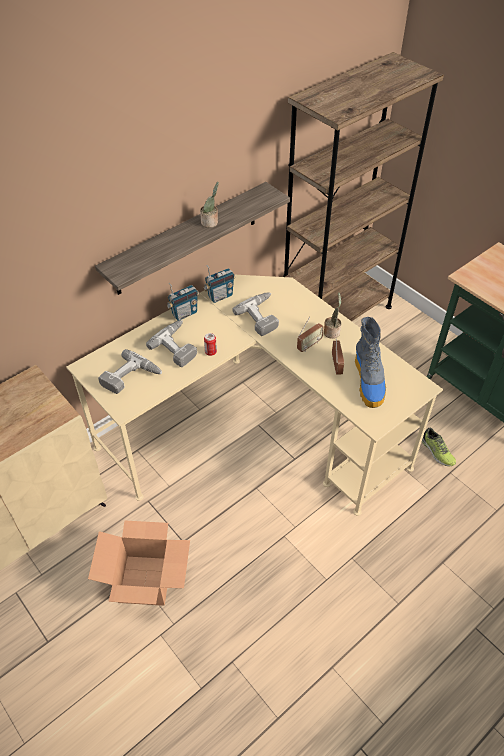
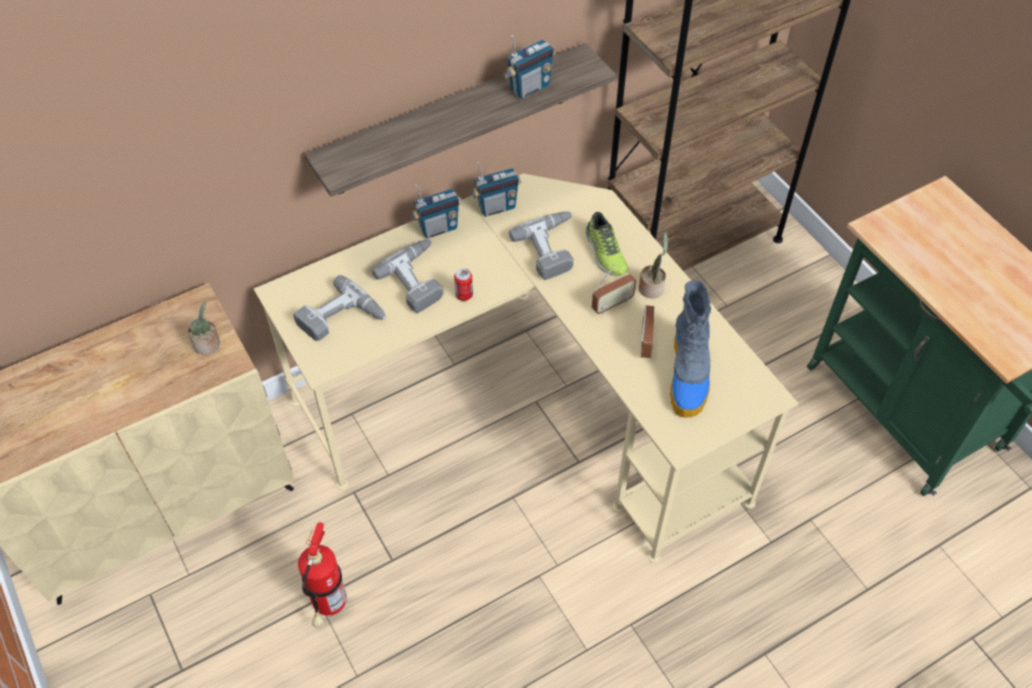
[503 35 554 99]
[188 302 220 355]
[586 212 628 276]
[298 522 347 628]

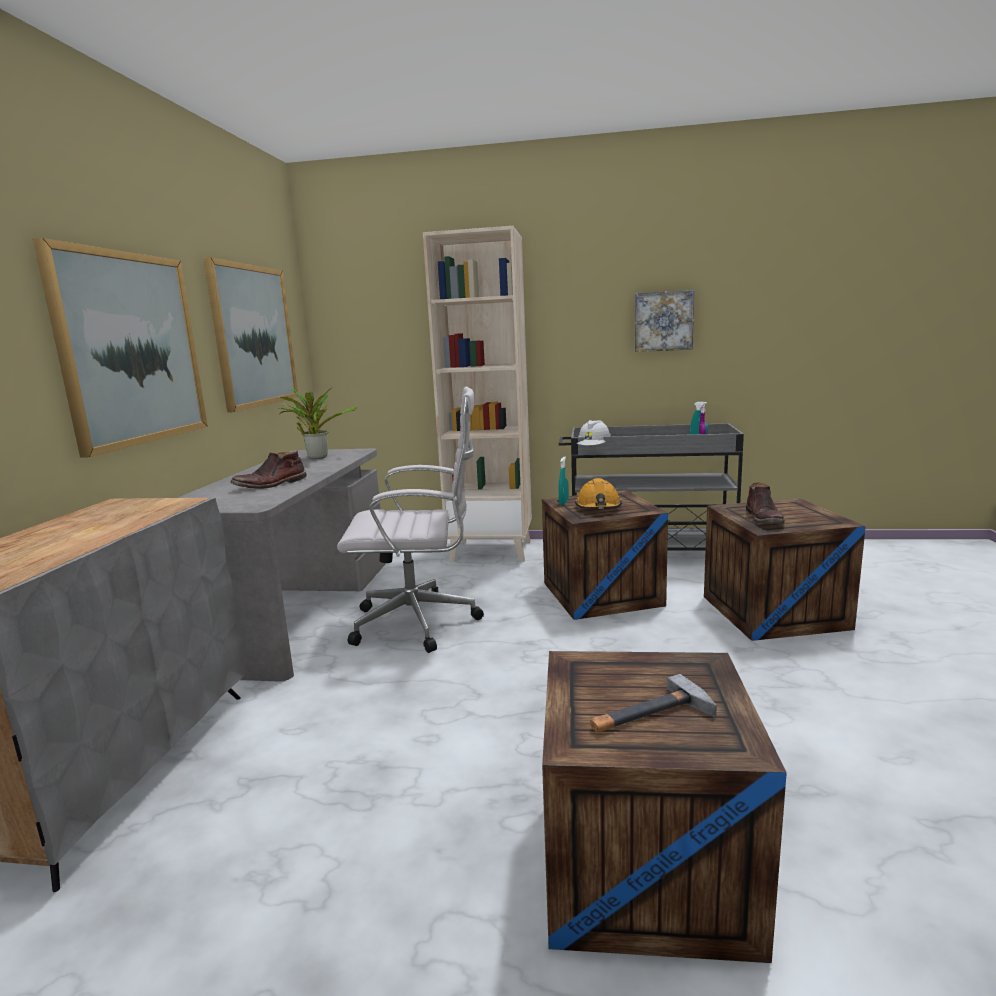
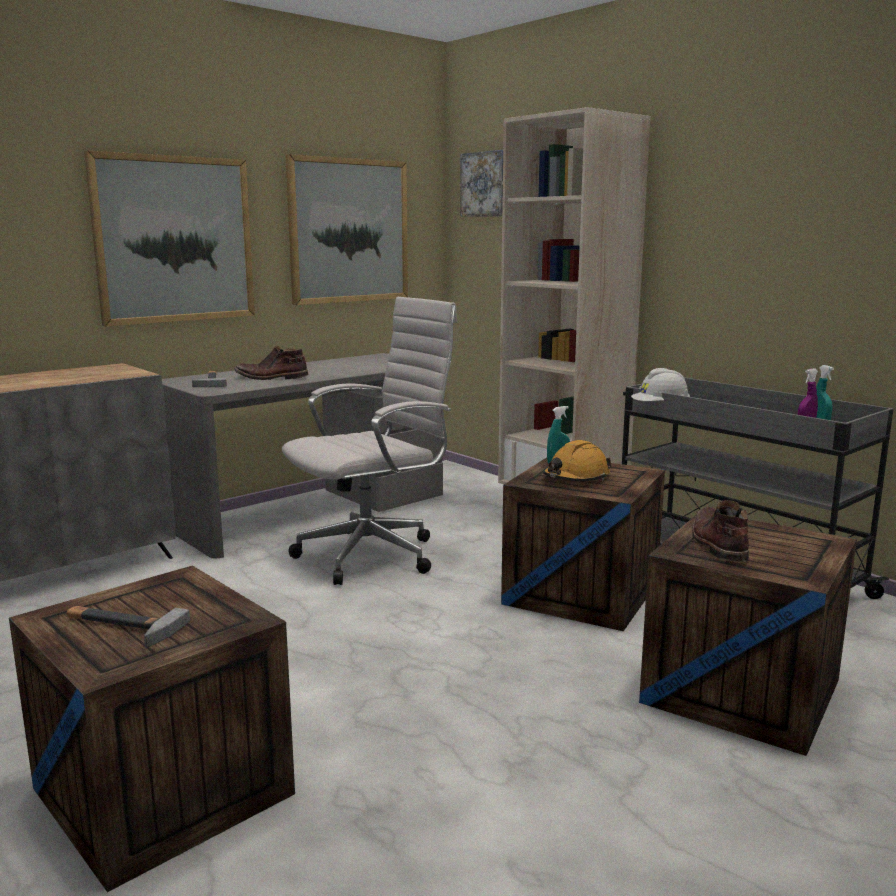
[278 387 357 459] (first image)
[192 371 227 387]
[460 150 503 217]
[282 297 458 585]
[692 500 749 562]

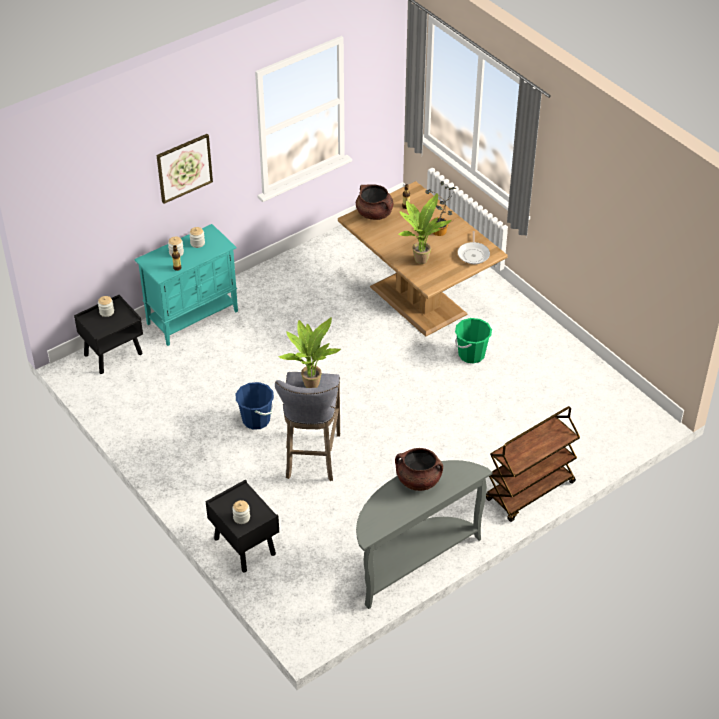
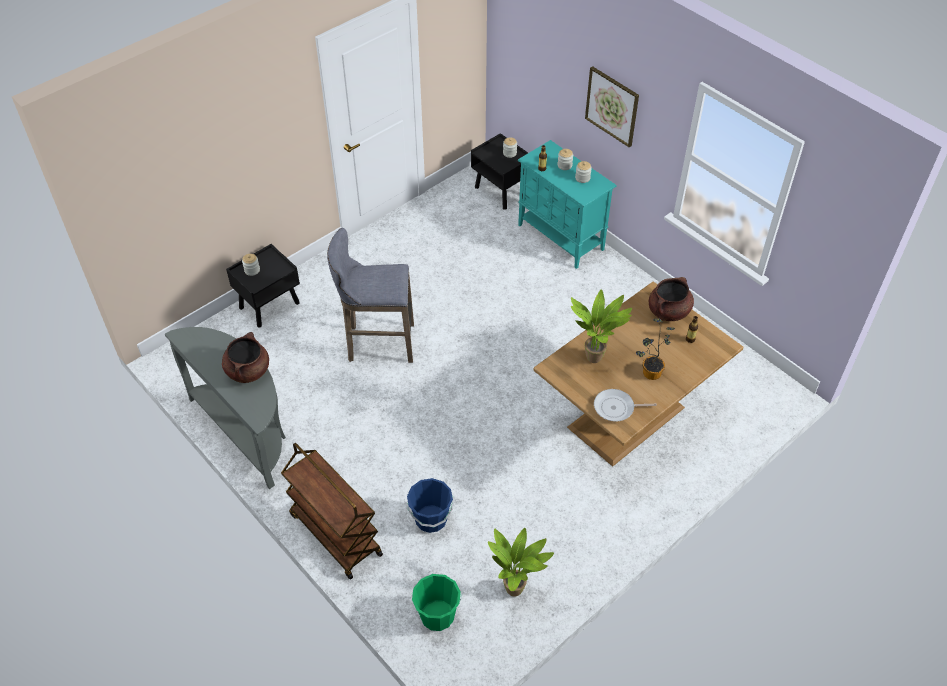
[407 478 454 533]
[488 528 554 596]
[412 574 462 631]

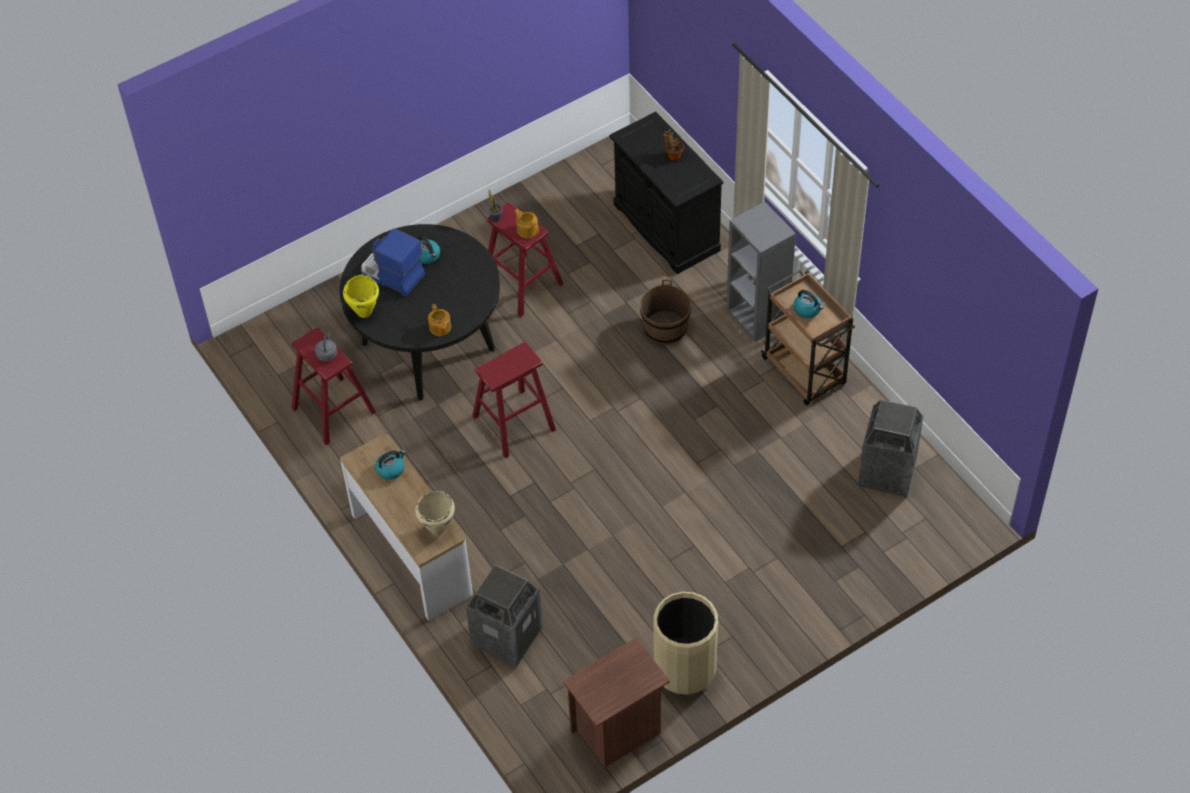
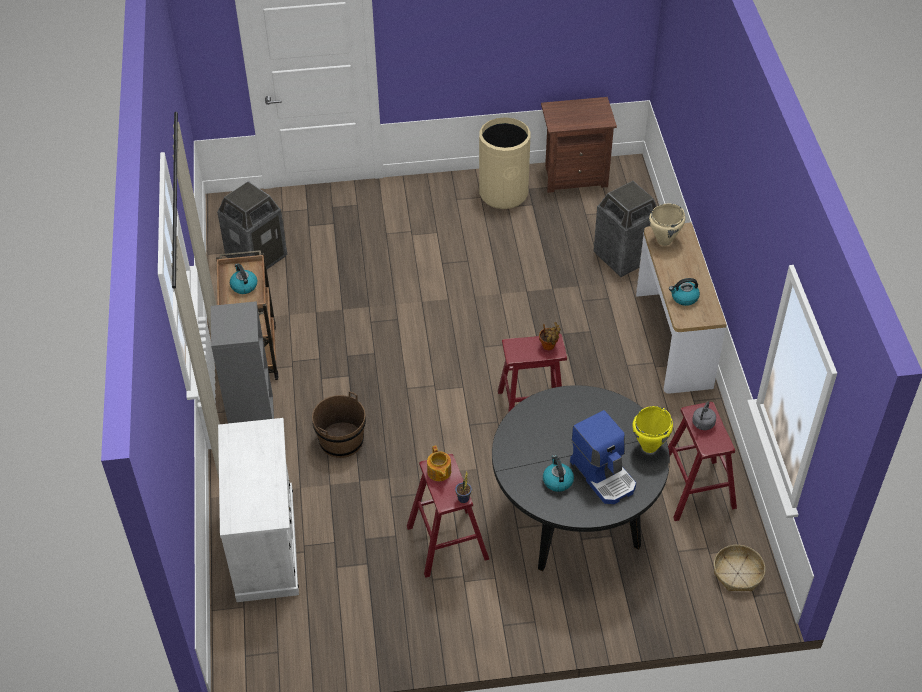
[428 304 451 336] (first image)
[714 545 766 591]
[539 322 561 350]
[218 418 299 602]

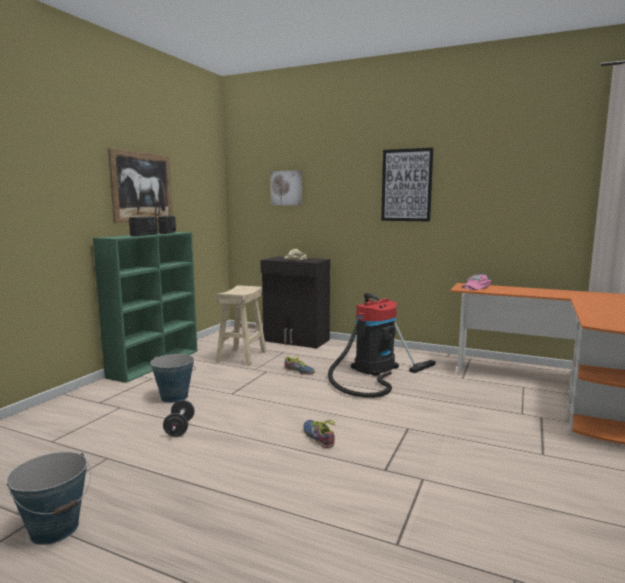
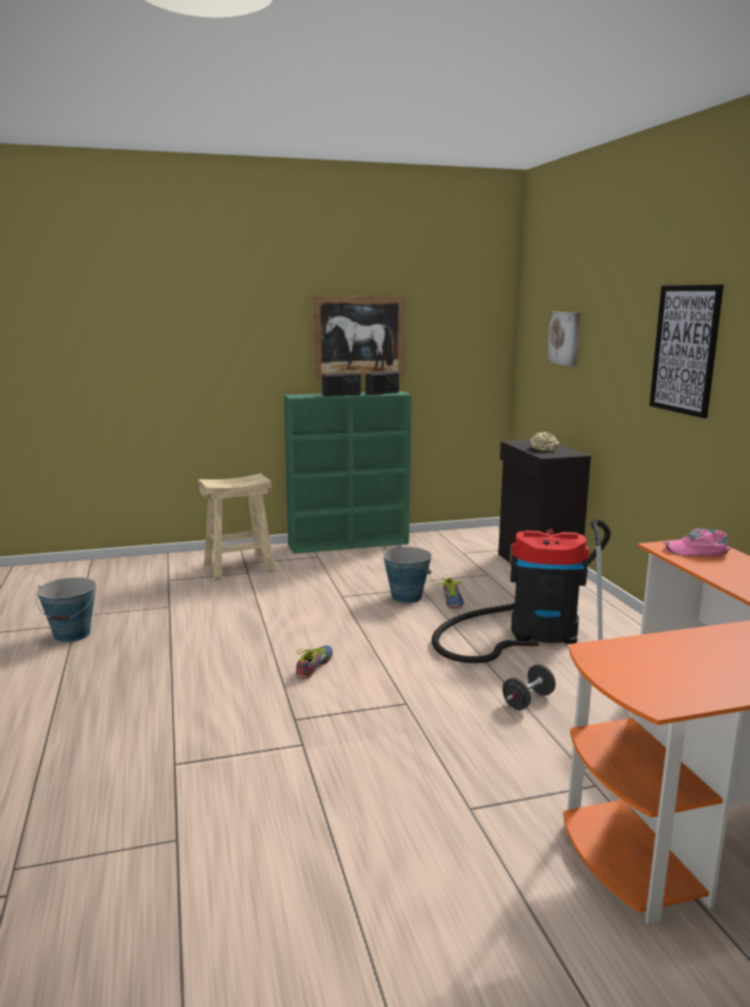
[383 545 432 603]
[502 664 556 710]
[198 473 275 581]

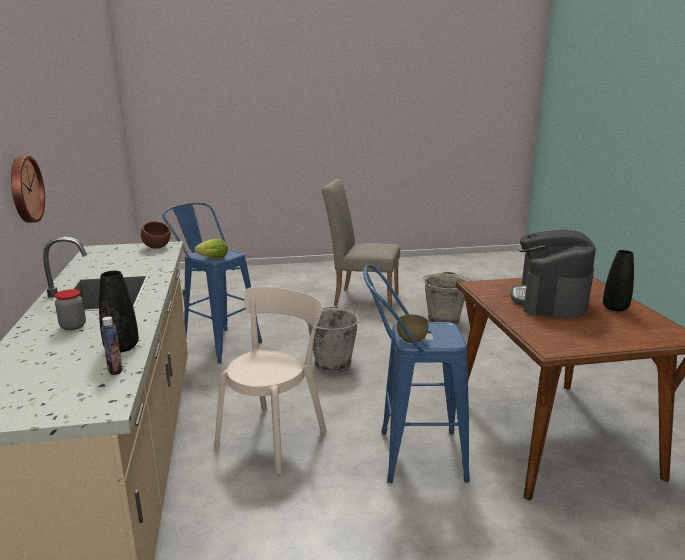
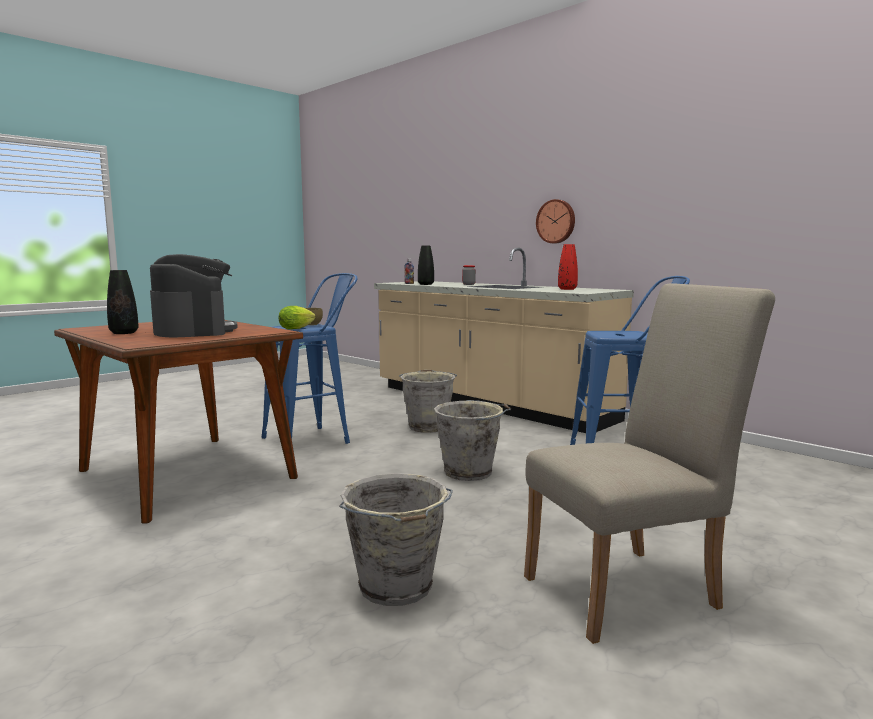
[141 222 171 249] (first image)
[558 244 578 290]
[279 306 316 330]
[399 370 457 433]

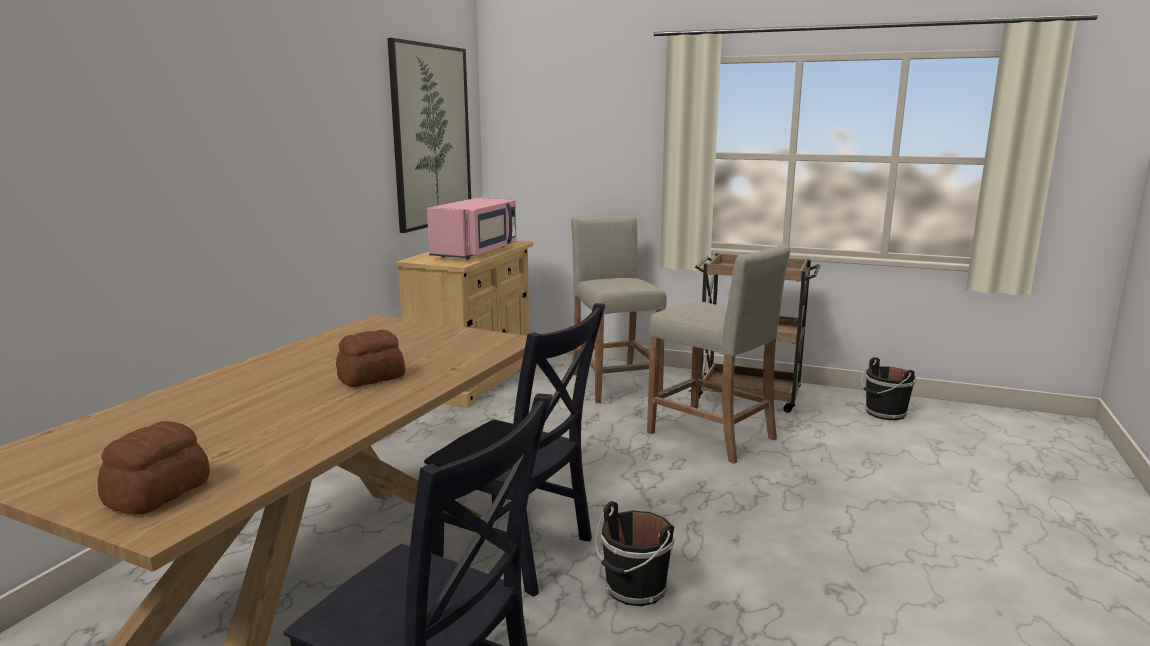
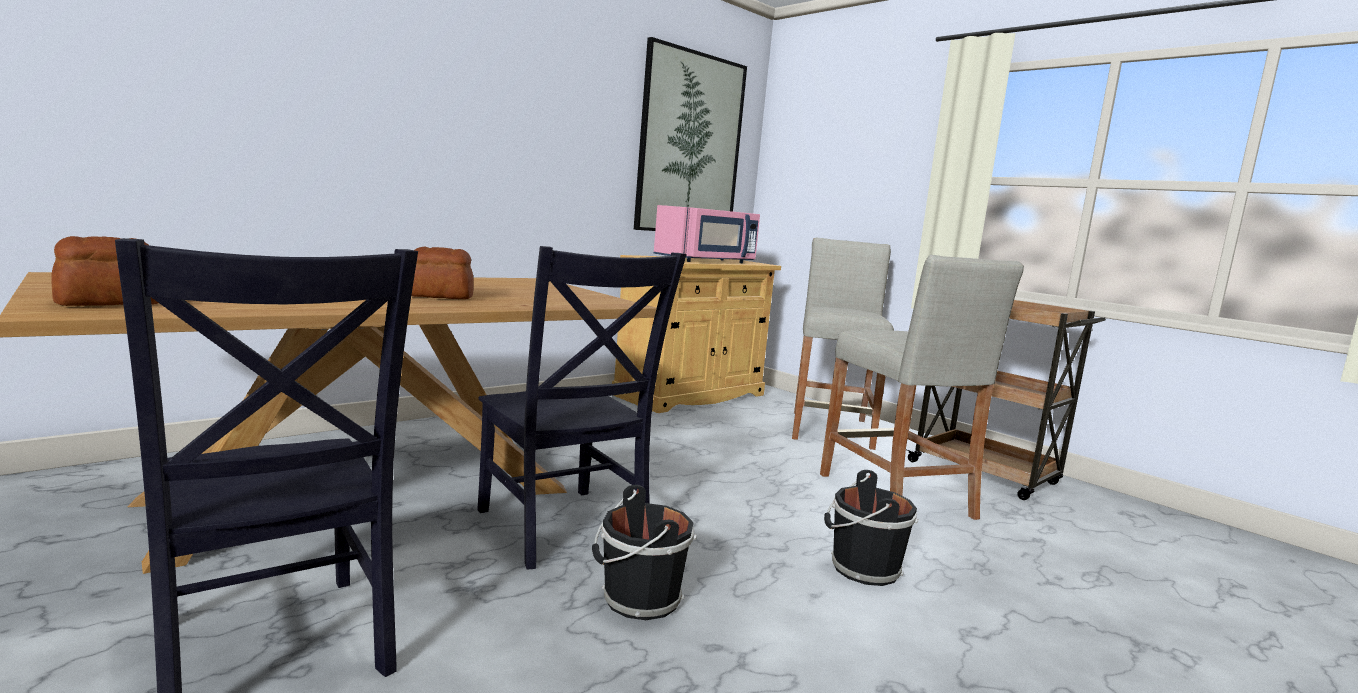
[824 470 918 586]

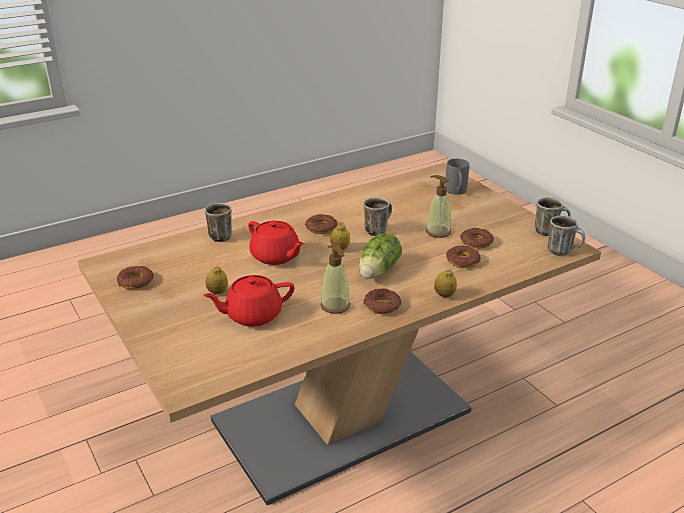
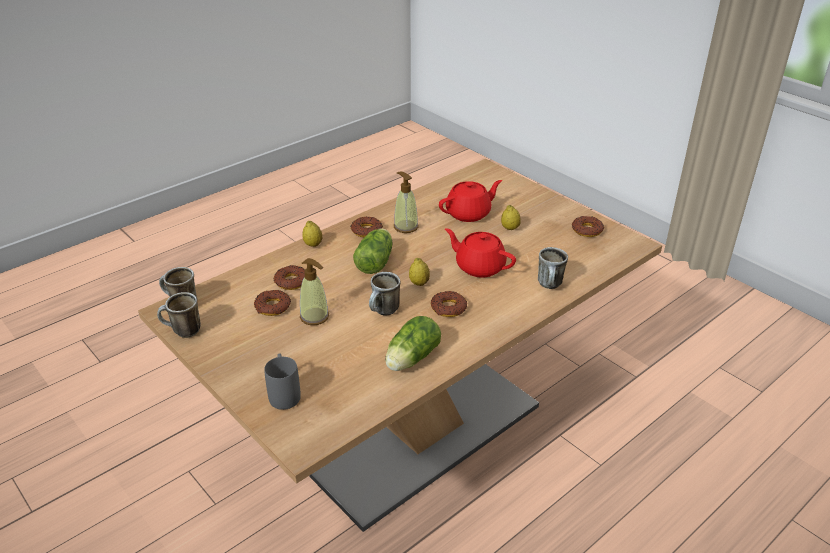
[385 316 441 371]

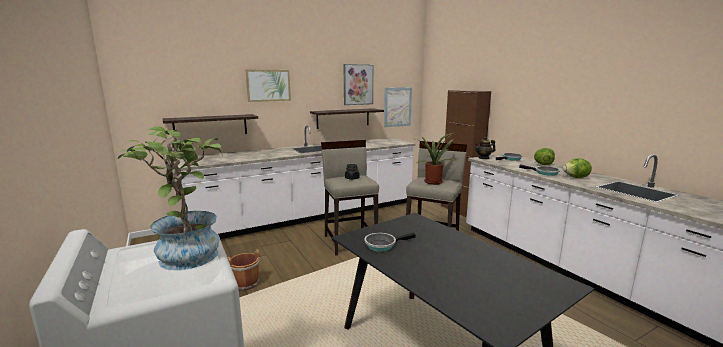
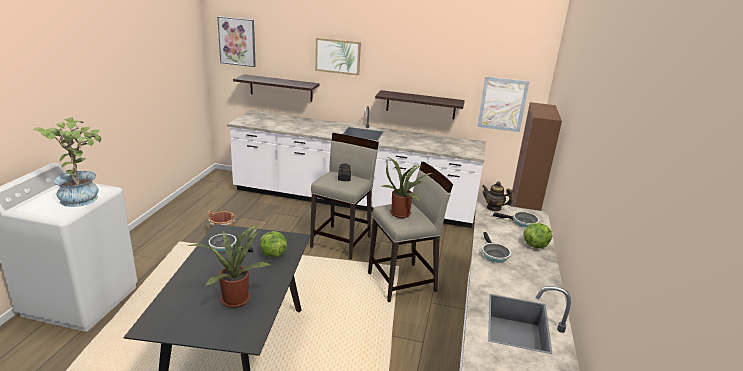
[188 225 270 308]
[217 16 256 67]
[260 231 287 257]

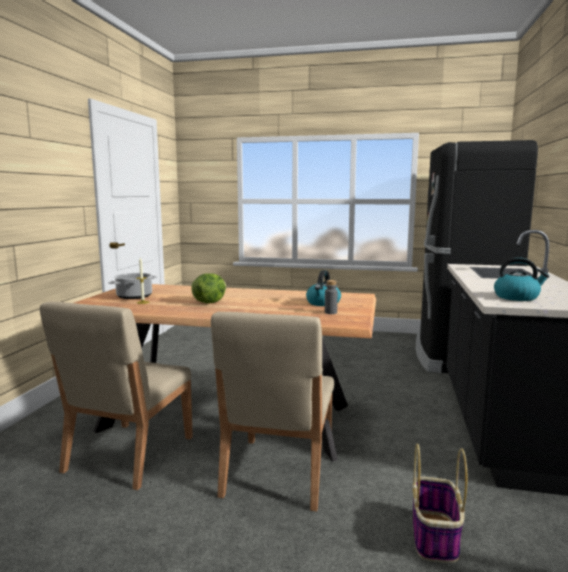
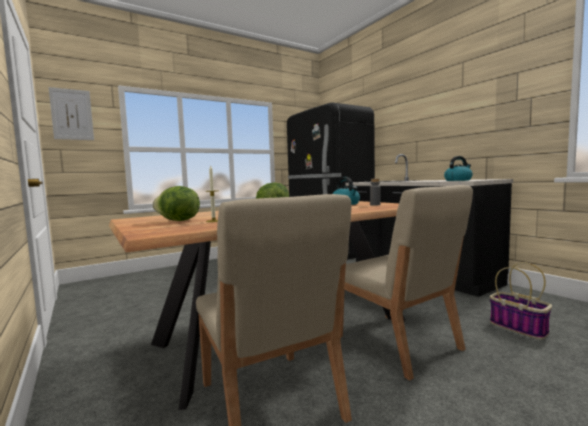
[49 87 94 140]
[152 186 200 221]

